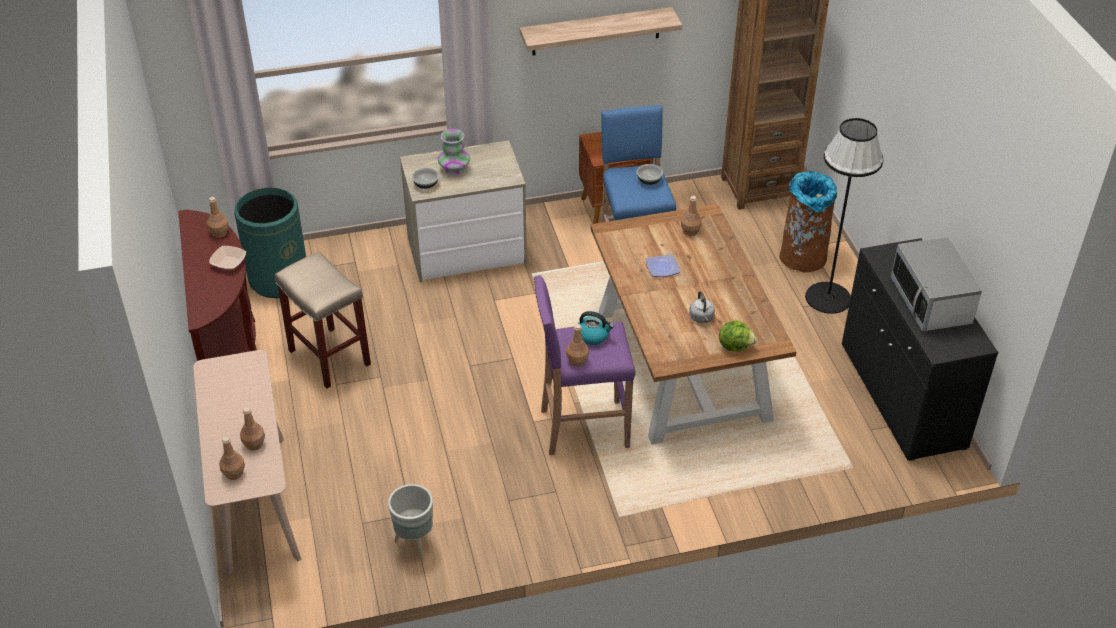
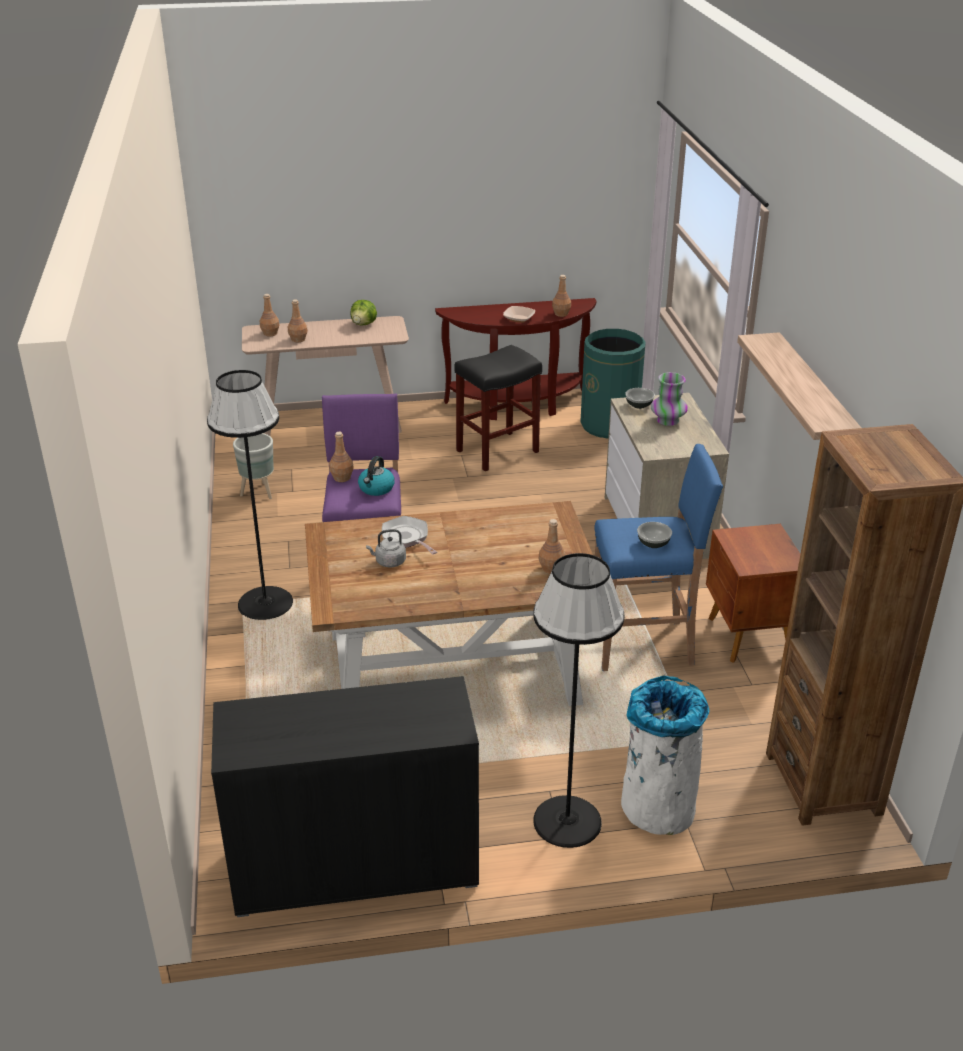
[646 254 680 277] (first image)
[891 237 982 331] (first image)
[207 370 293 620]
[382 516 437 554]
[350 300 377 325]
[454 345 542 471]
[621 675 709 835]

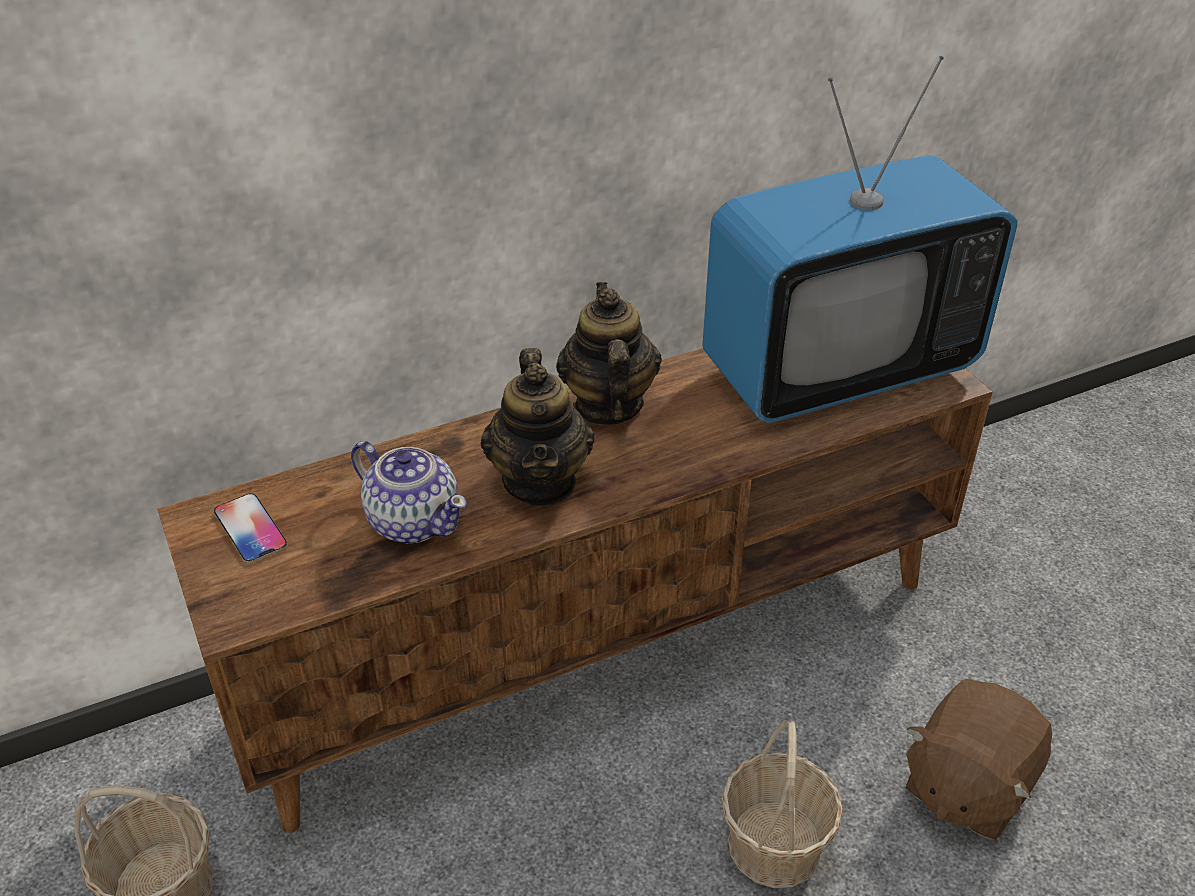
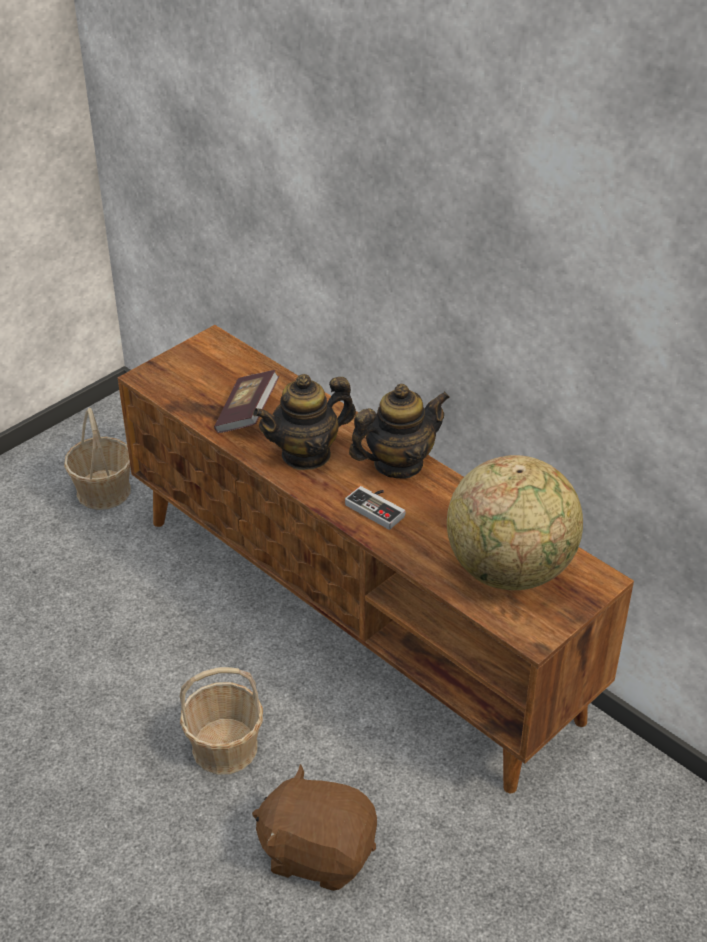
[214 493 287 563] (first image)
[345 486 405 530]
[214 370 279 433]
[447 455 583 590]

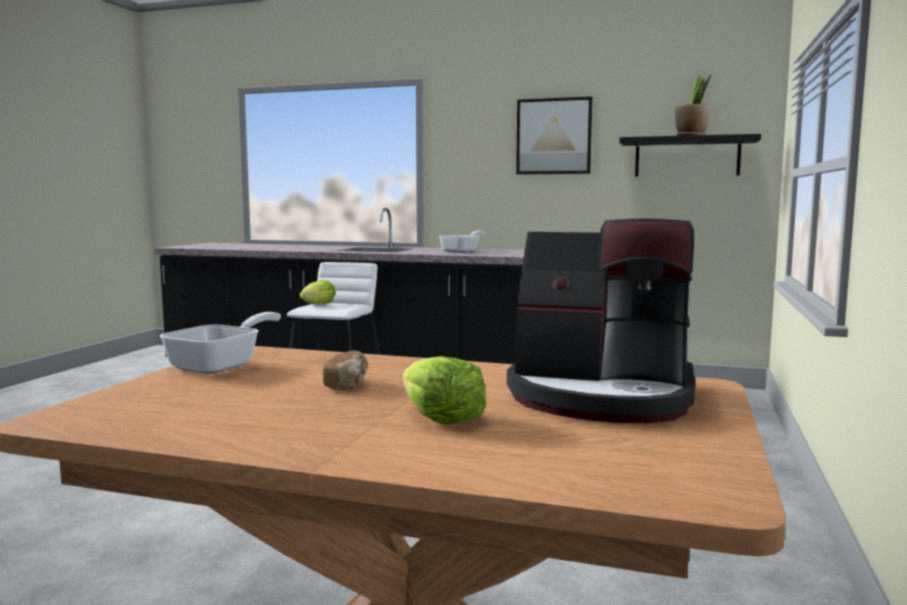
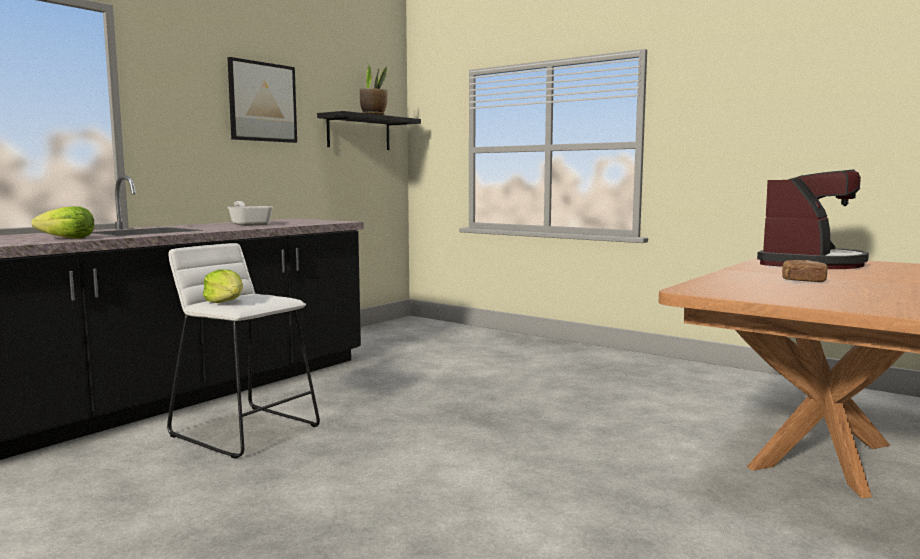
[159 312 281 374] (first image)
[32 206 94 239]

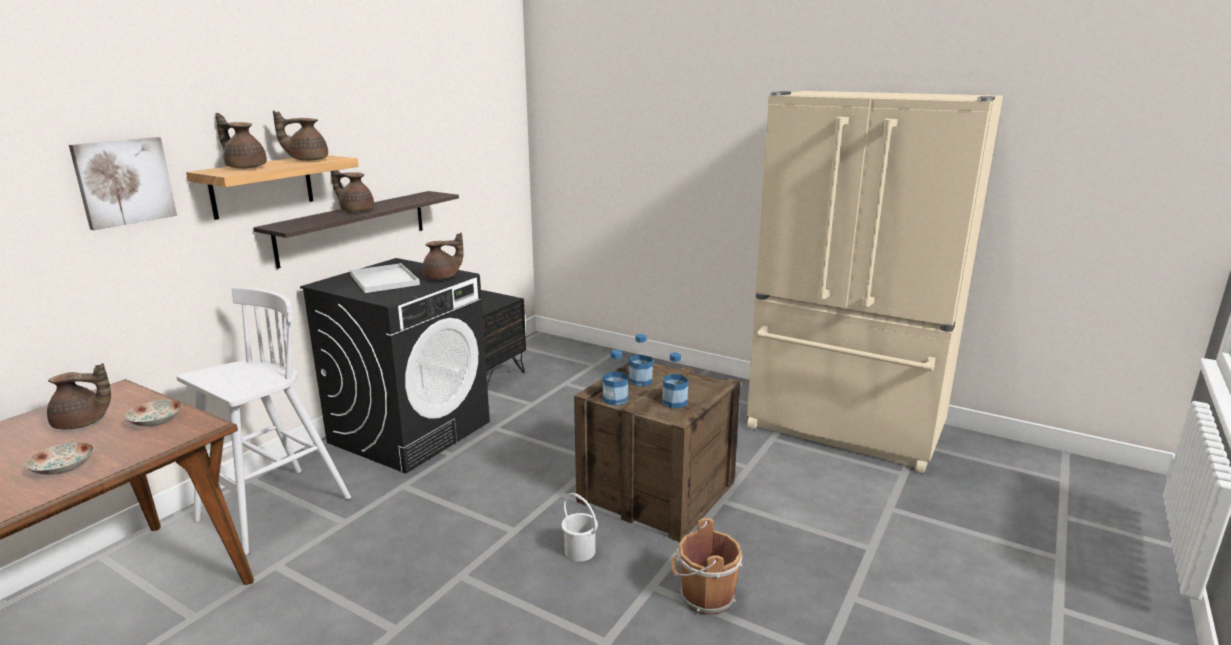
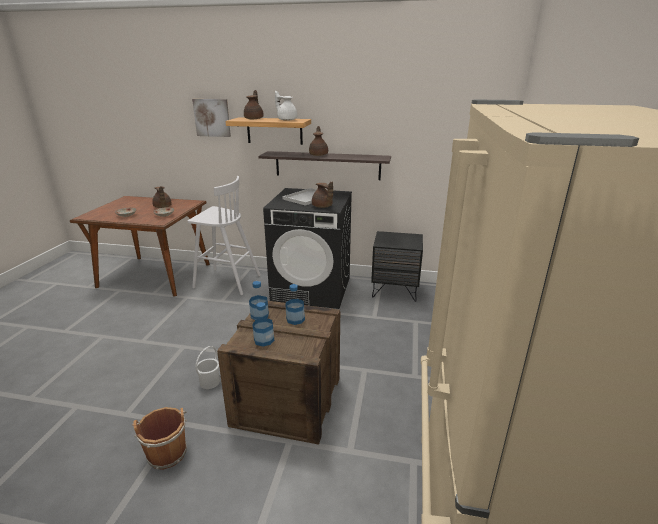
[275 91 297 121]

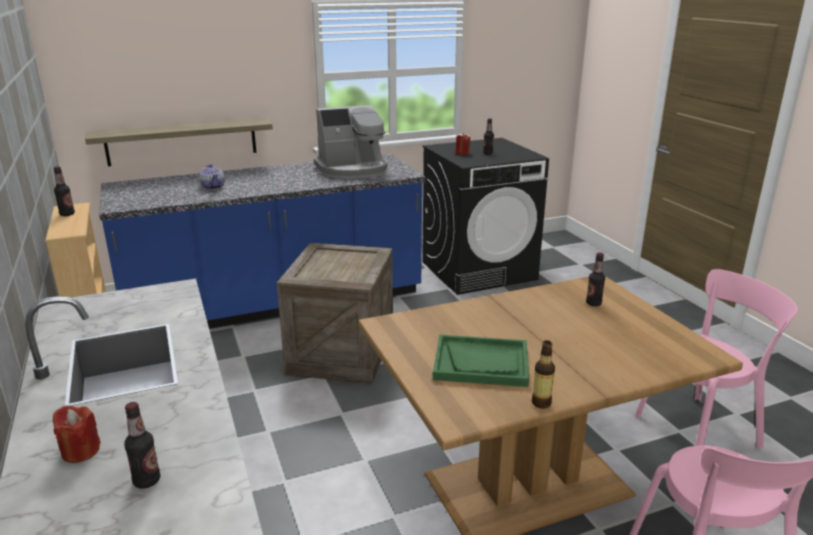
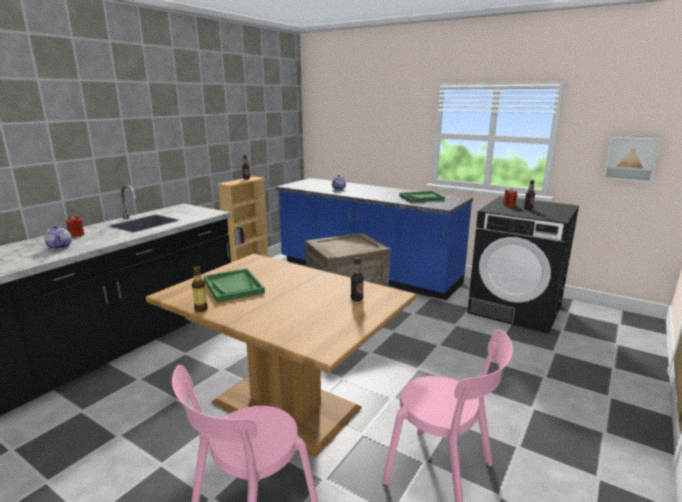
[85 118 273 166] (first image)
[603 137 661 183]
[44 225 72 249]
[400 191 445 202]

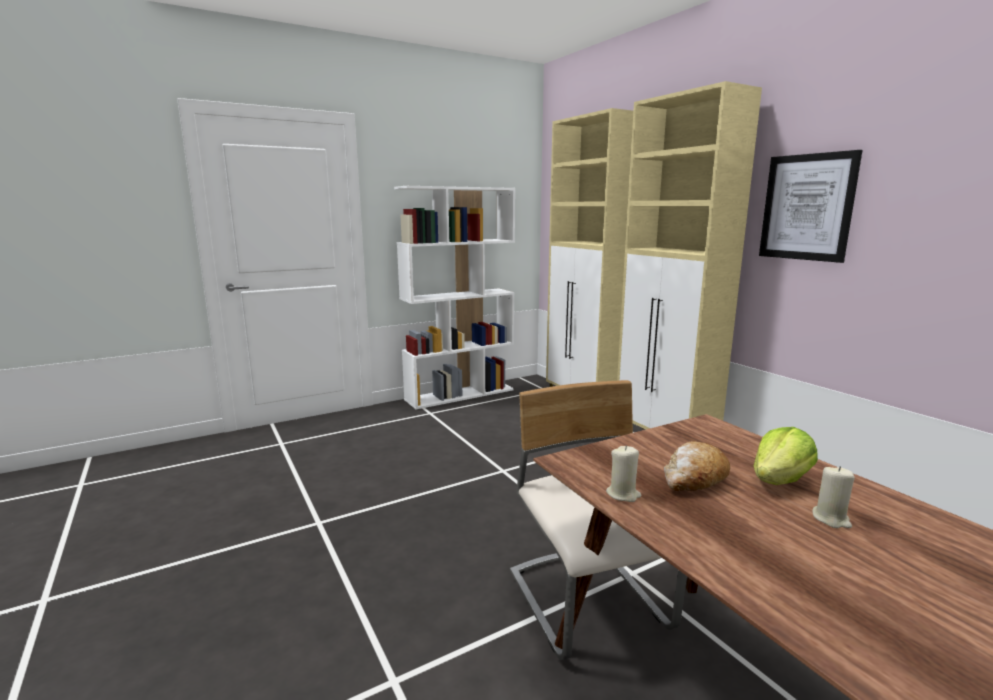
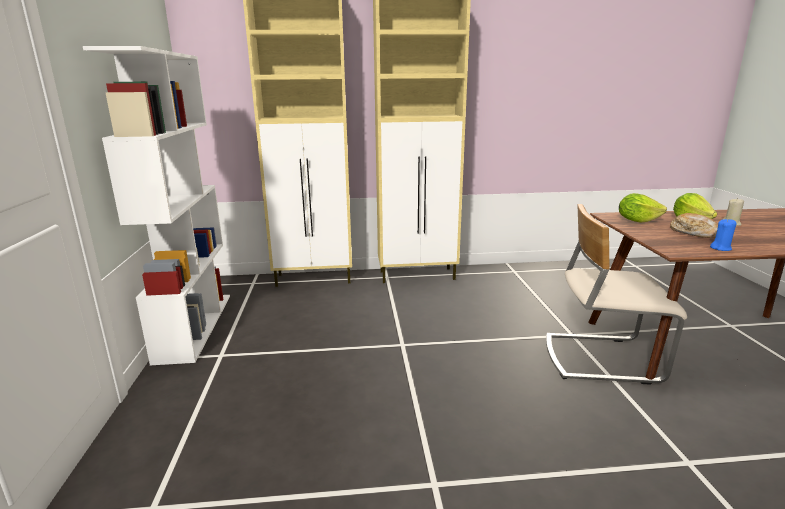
[759 150 862 263] (first image)
[619 193 667 223]
[710 218 737 251]

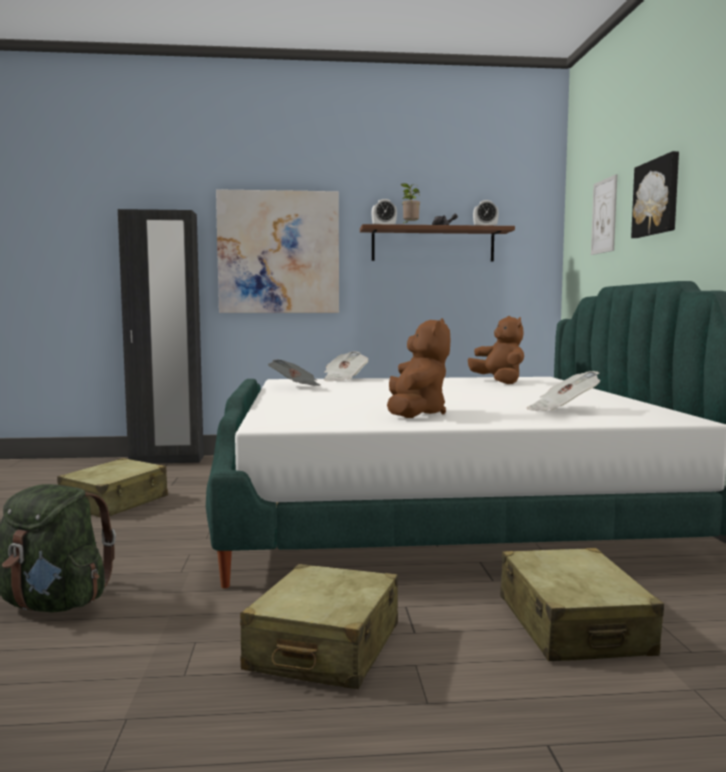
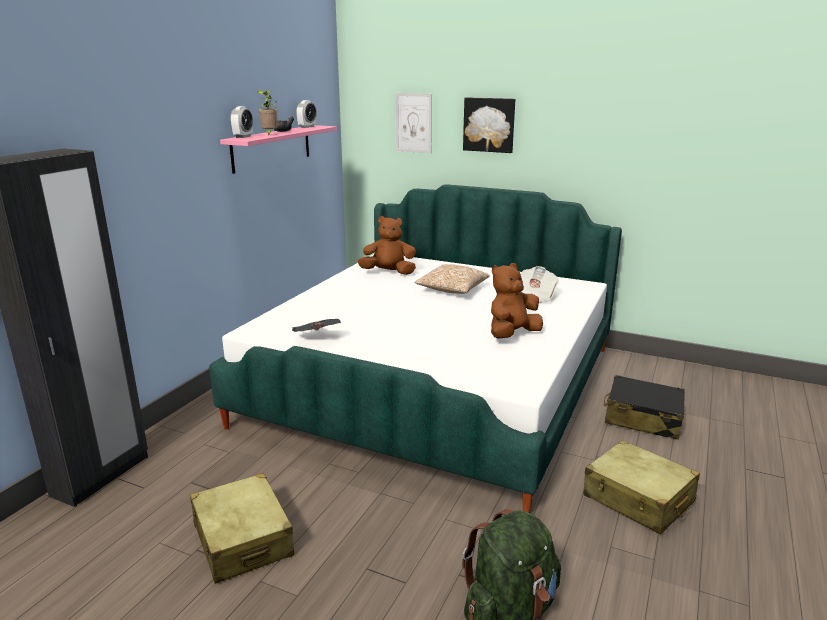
[216 189 339 313] (first image)
[324 352 368 382] (first image)
[415 264 490 294]
[220 125 337 174]
[604 375 685 440]
[491 263 543 339]

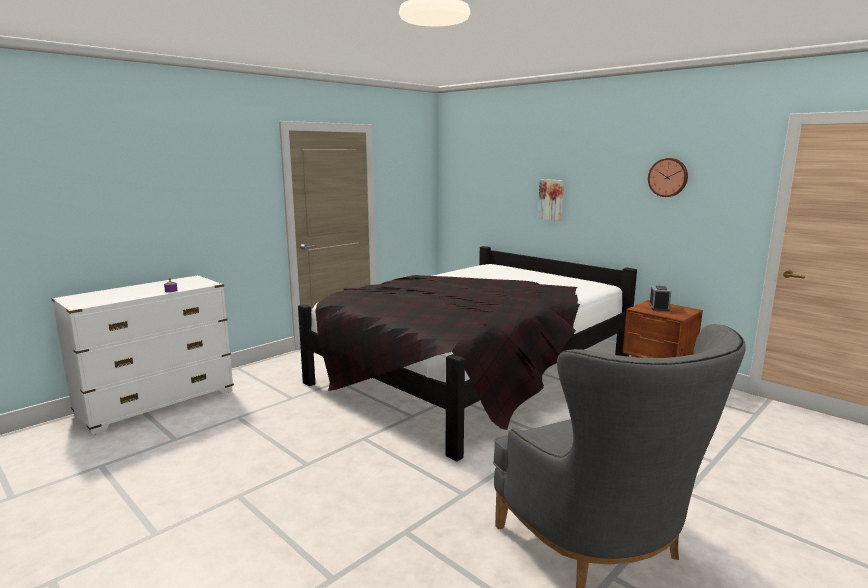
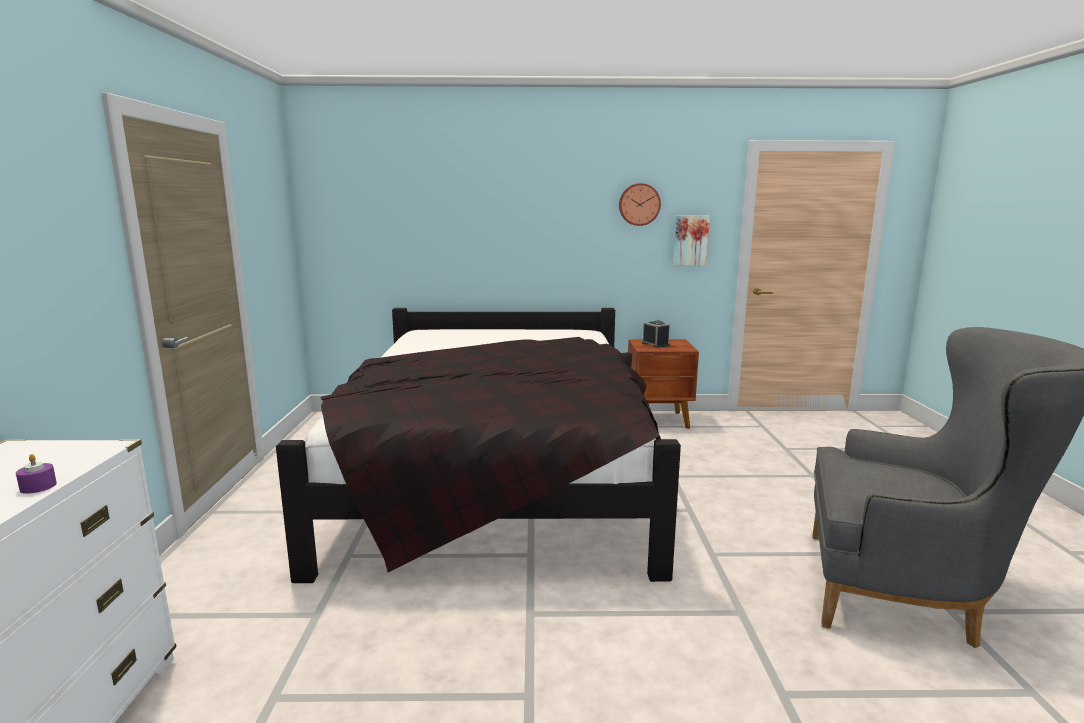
[673 215 710 266]

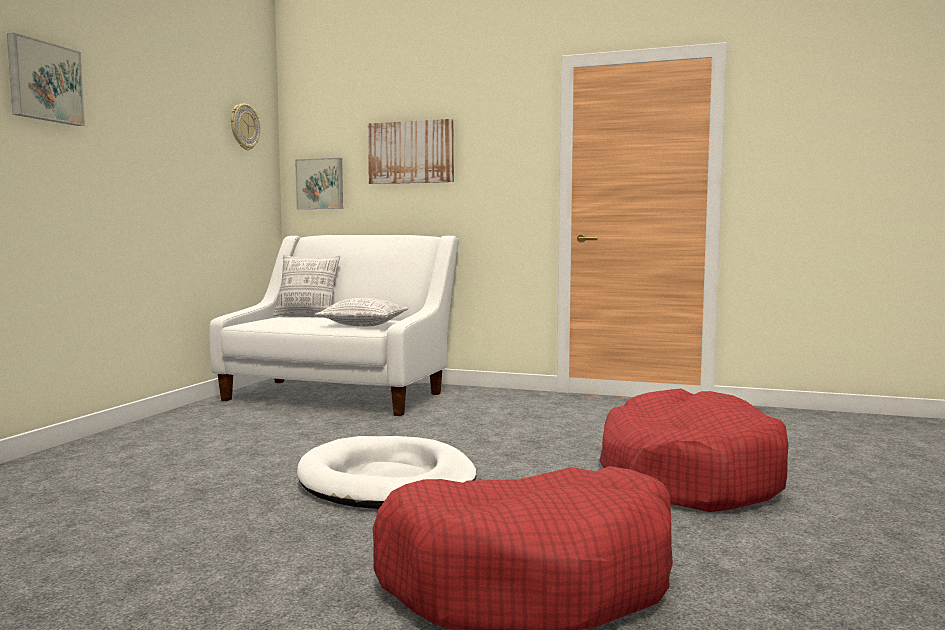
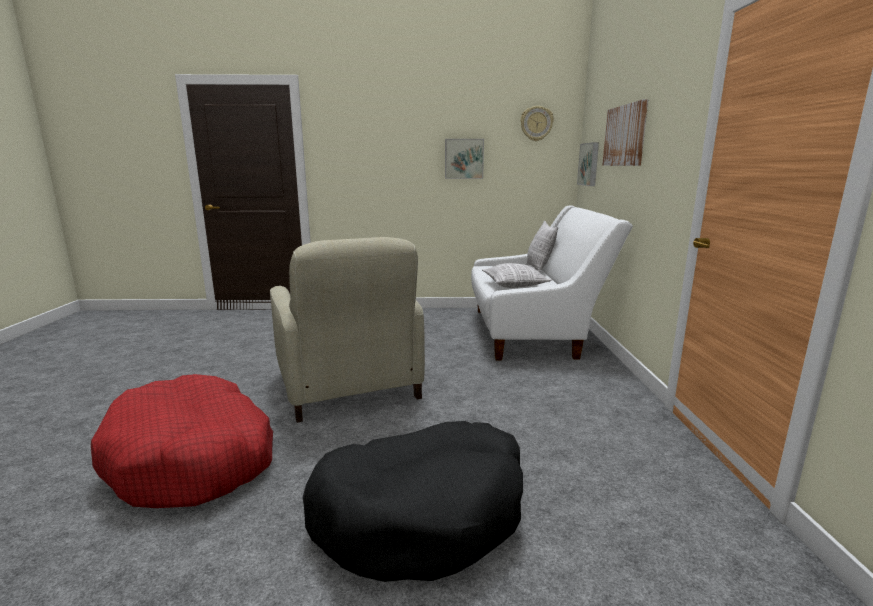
[445 139 484 179]
[270 237 425 423]
[303 421 523 582]

